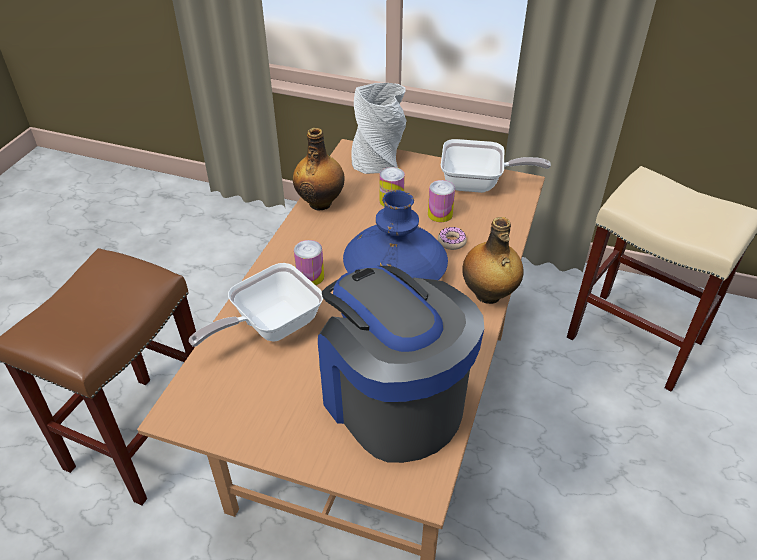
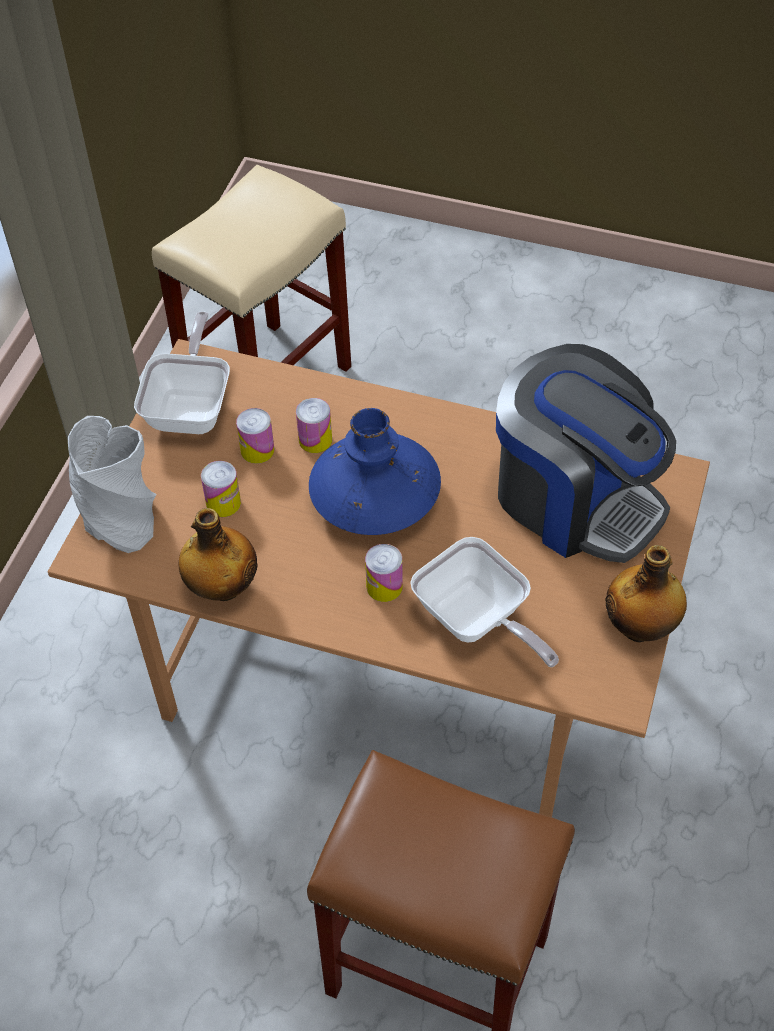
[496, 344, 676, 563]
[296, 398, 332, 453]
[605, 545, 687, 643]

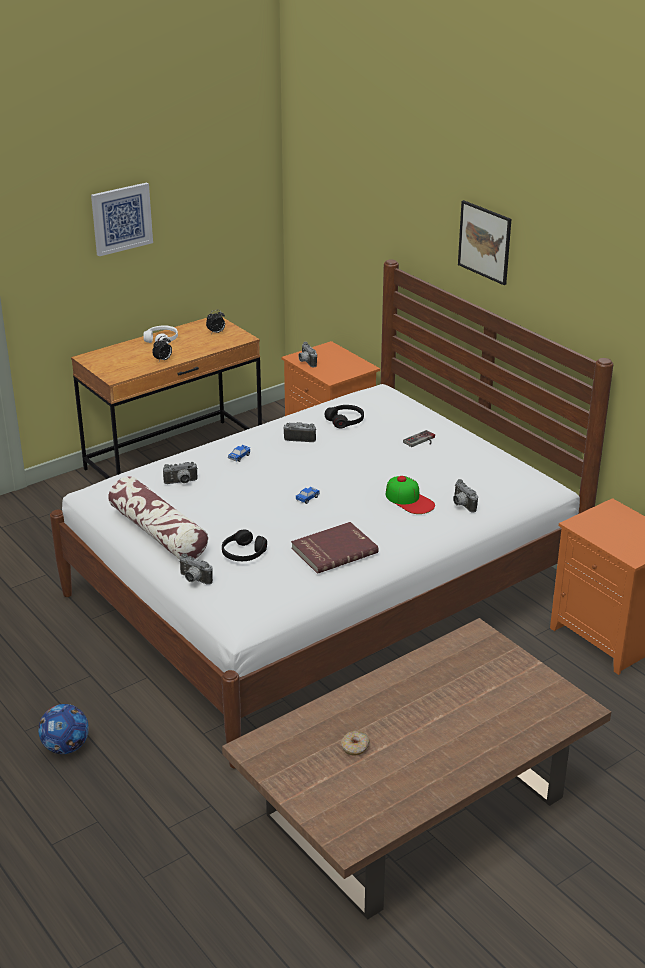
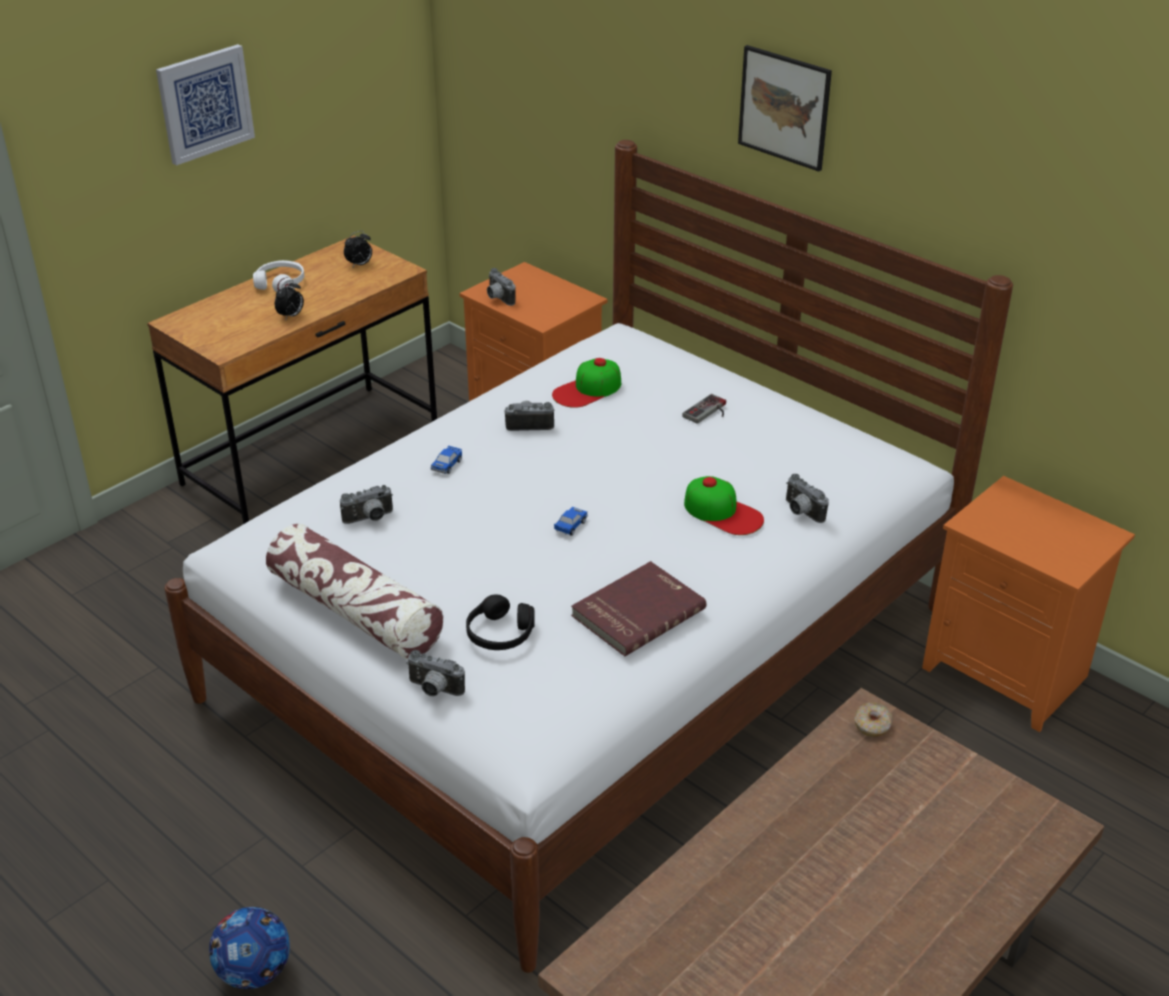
[552, 358, 621, 408]
[854, 703, 893, 737]

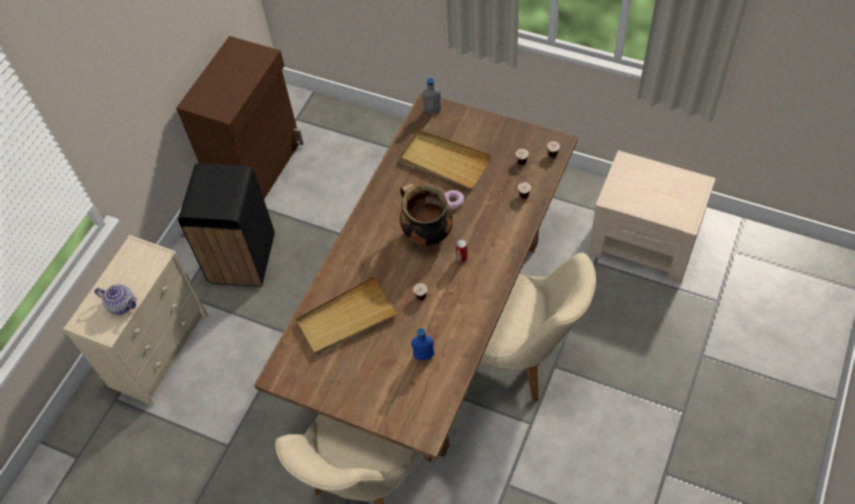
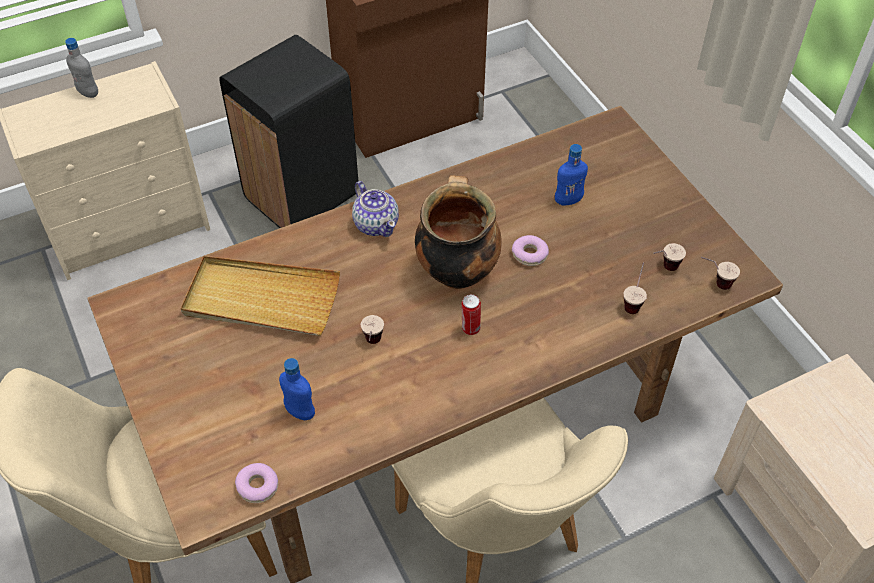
[352, 181, 399, 237]
[555, 144, 588, 205]
[65, 38, 98, 98]
[235, 463, 278, 503]

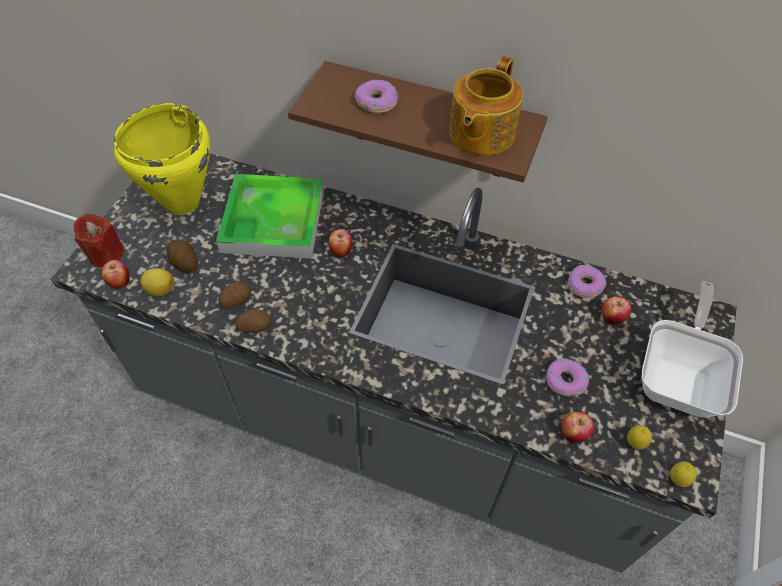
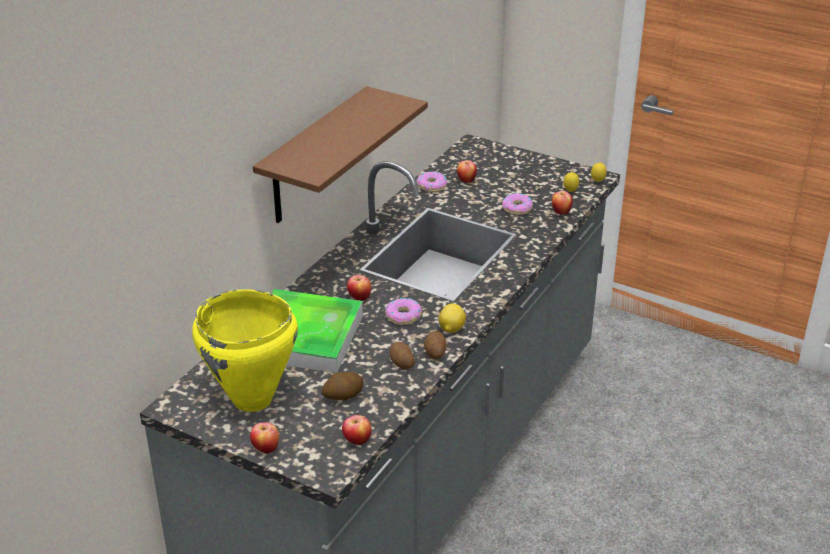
[74, 214, 125, 267] (first image)
[439, 303, 466, 333]
[385, 298, 422, 325]
[449, 56, 523, 155] (first image)
[642, 281, 743, 418] (first image)
[250, 422, 279, 454]

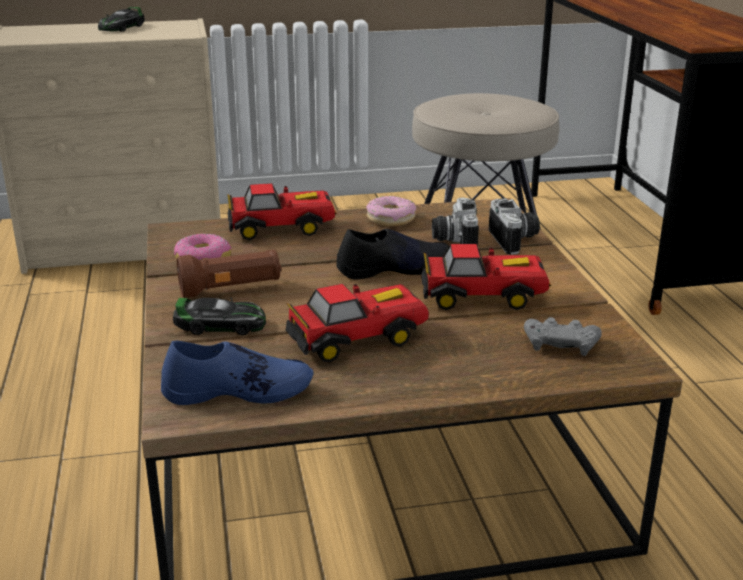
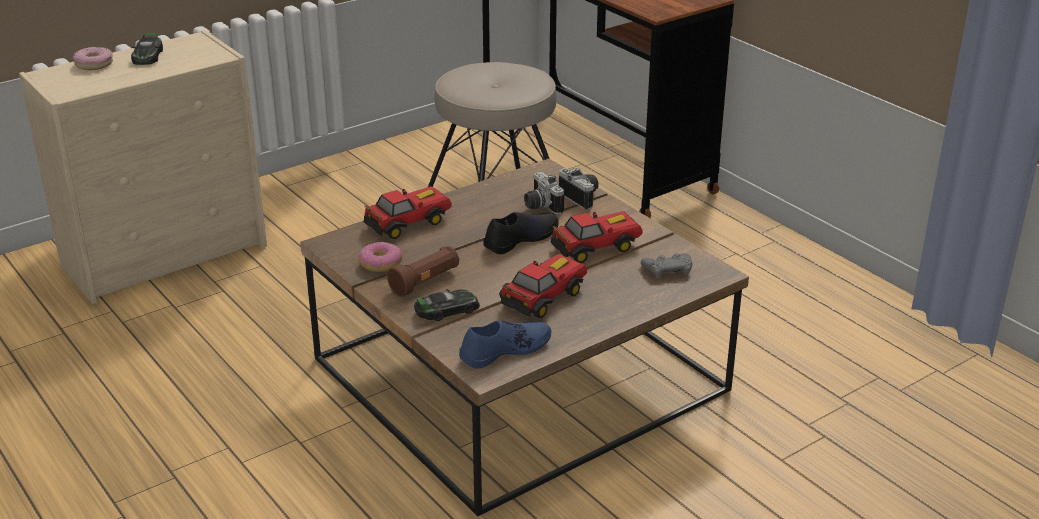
[73, 47, 113, 70]

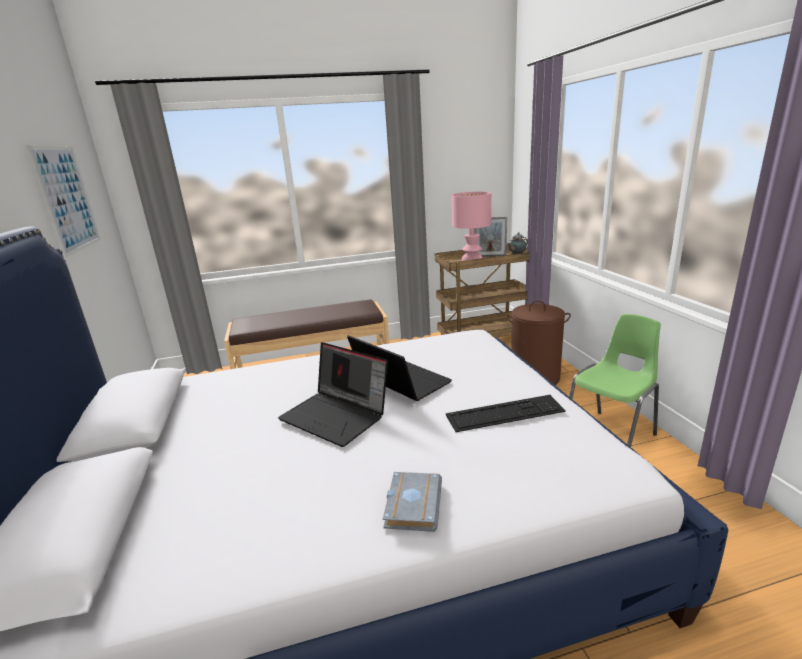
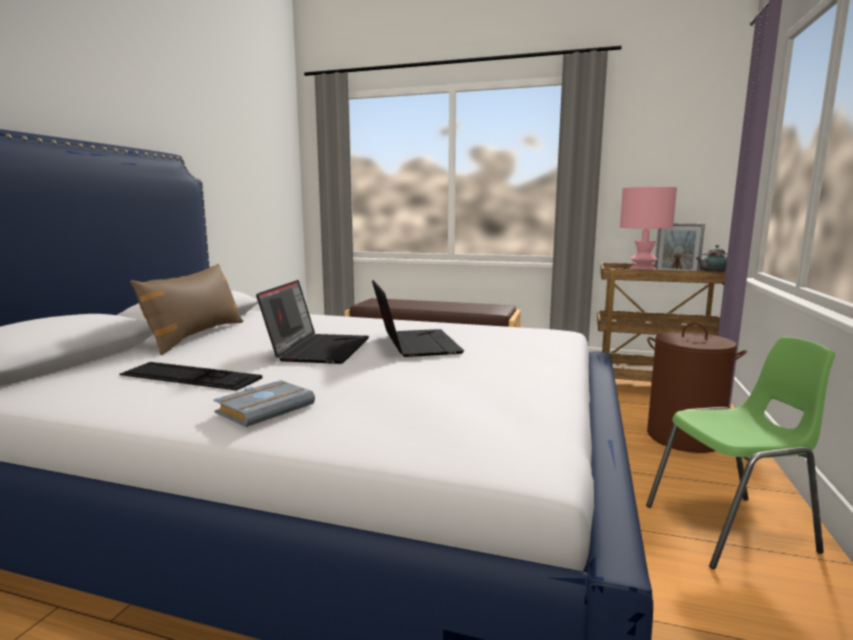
[26, 145, 101, 258] (first image)
[256, 280, 369, 364]
[119, 362, 262, 391]
[130, 264, 243, 355]

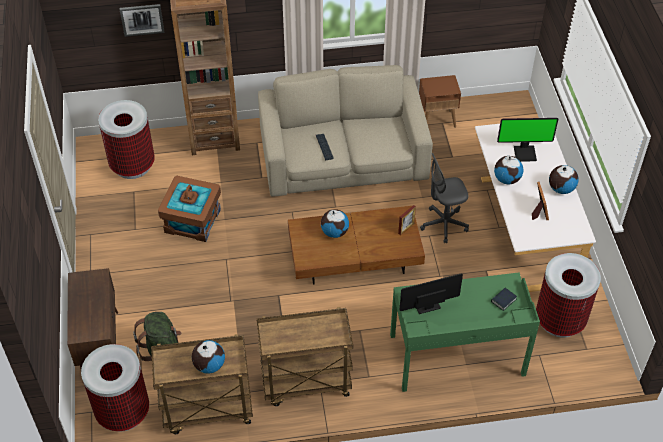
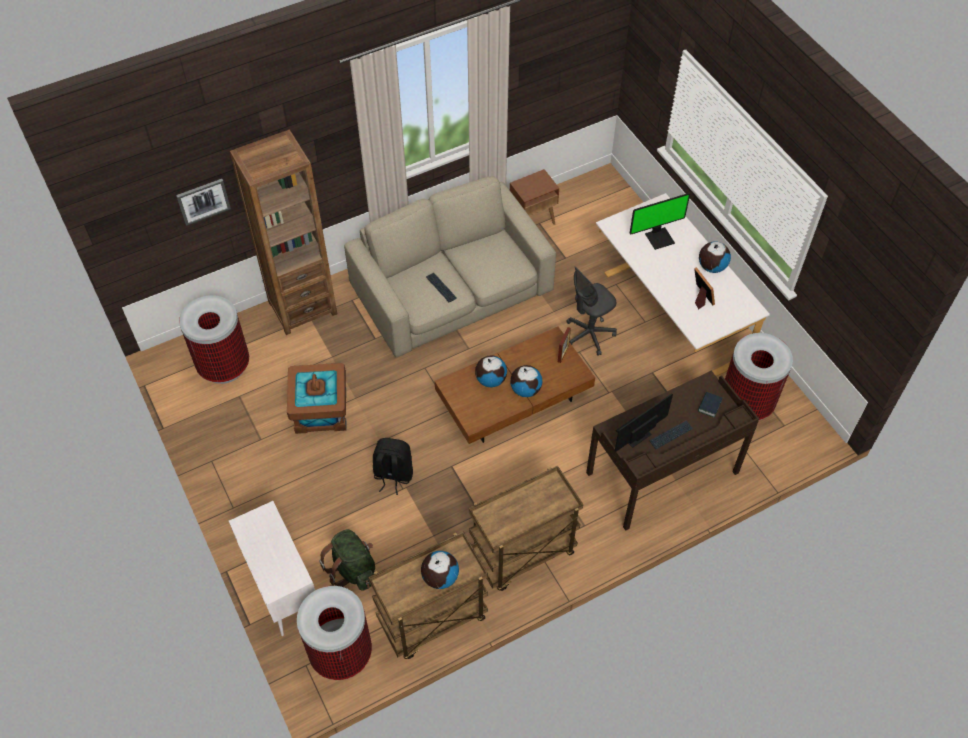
[229, 501, 315, 636]
[586, 371, 759, 531]
[510, 365, 542, 397]
[373, 438, 413, 495]
[649, 420, 693, 449]

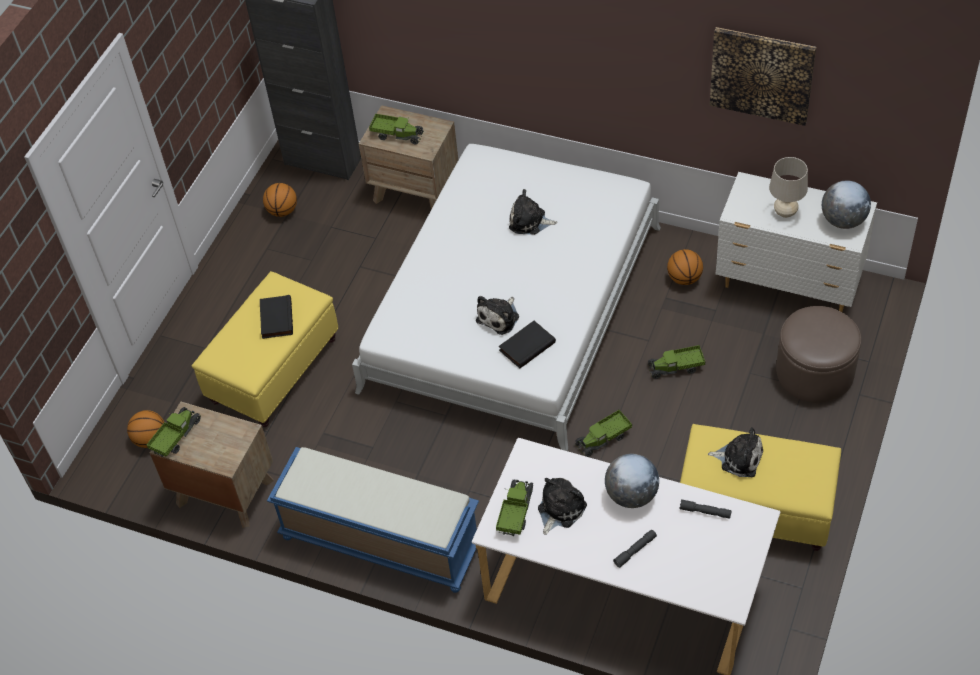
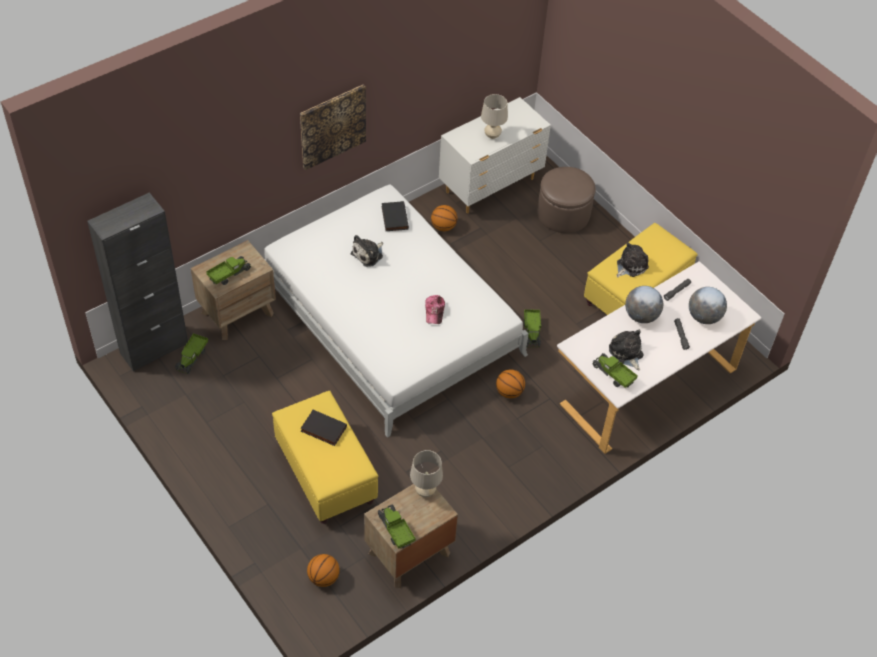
[496, 369, 525, 399]
[267, 447, 479, 593] (first image)
[425, 295, 445, 324]
[381, 201, 409, 231]
[175, 333, 208, 374]
[300, 85, 366, 170]
[689, 287, 727, 324]
[410, 450, 443, 497]

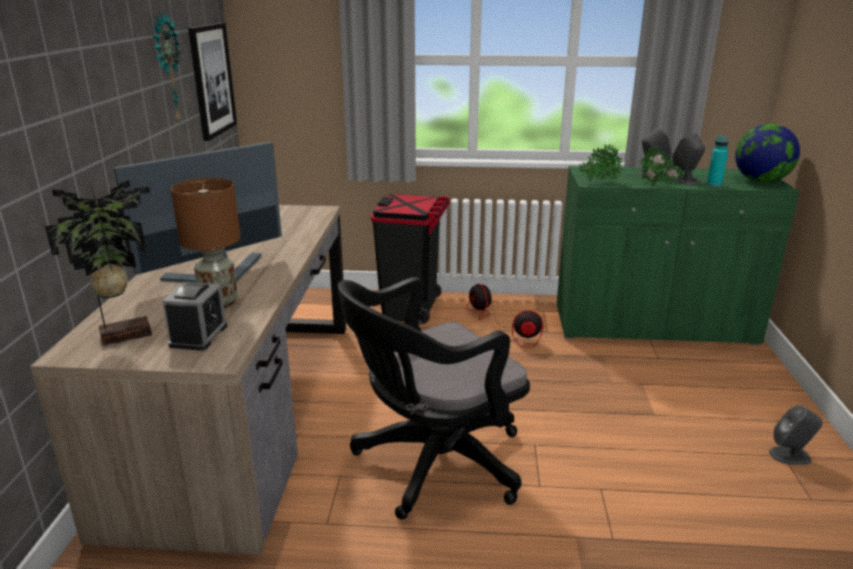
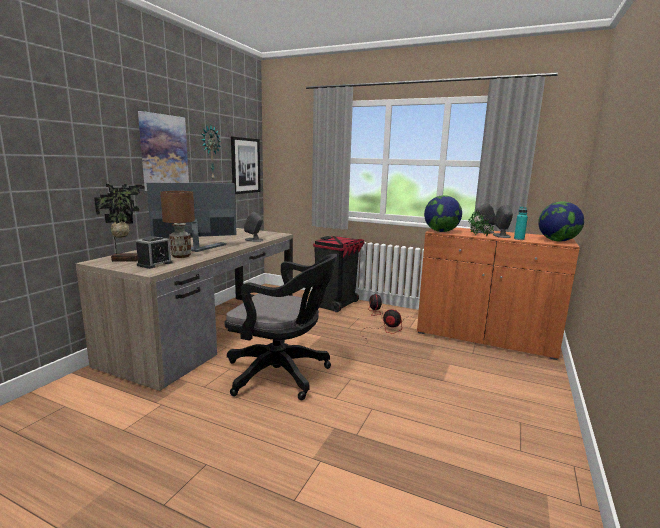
[225, 254, 337, 400]
[417, 227, 580, 360]
[424, 195, 462, 232]
[244, 212, 263, 242]
[138, 111, 189, 191]

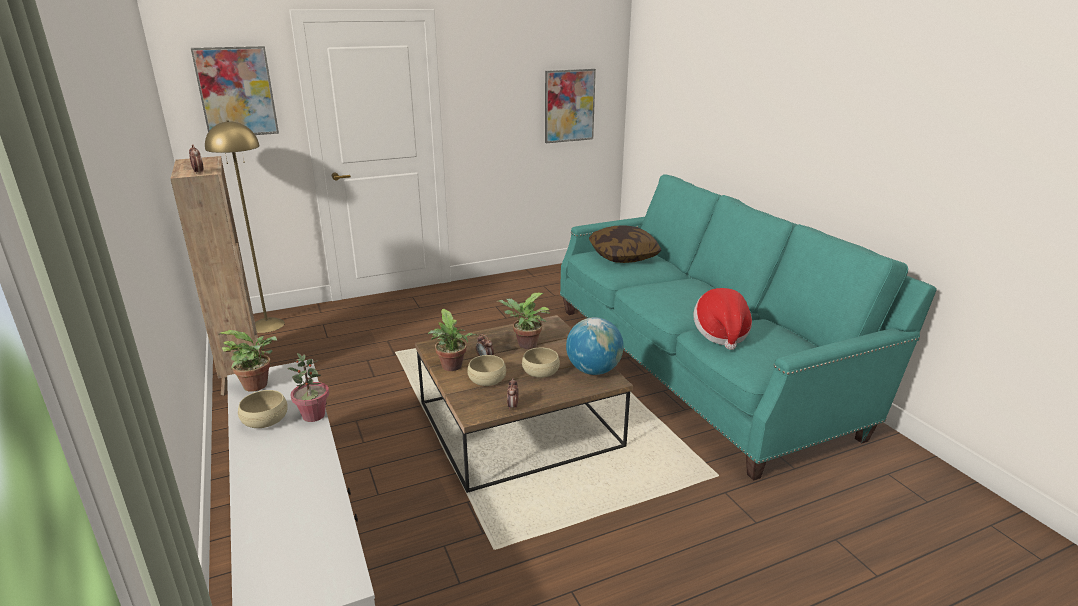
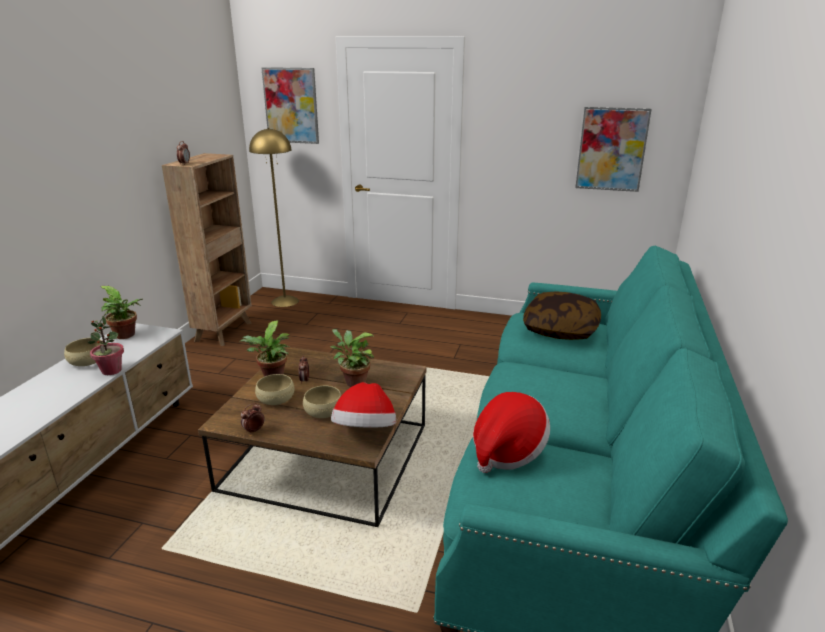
[331, 382, 396, 428]

